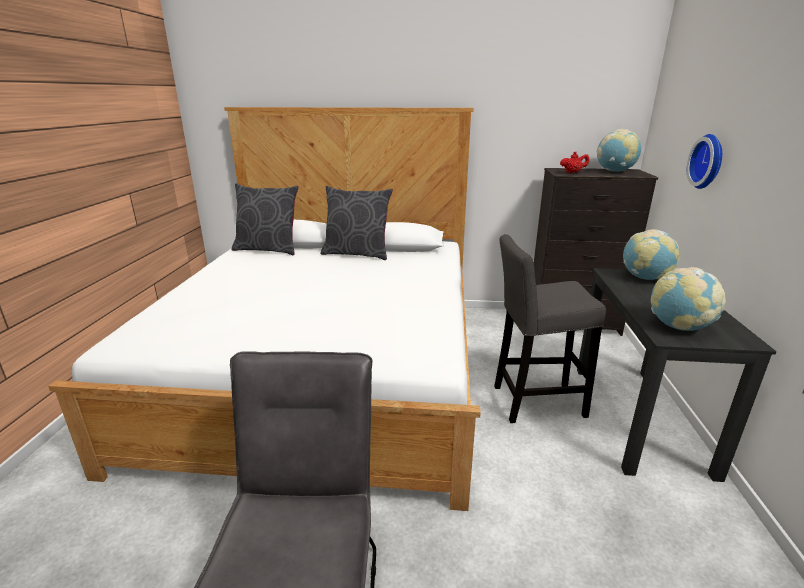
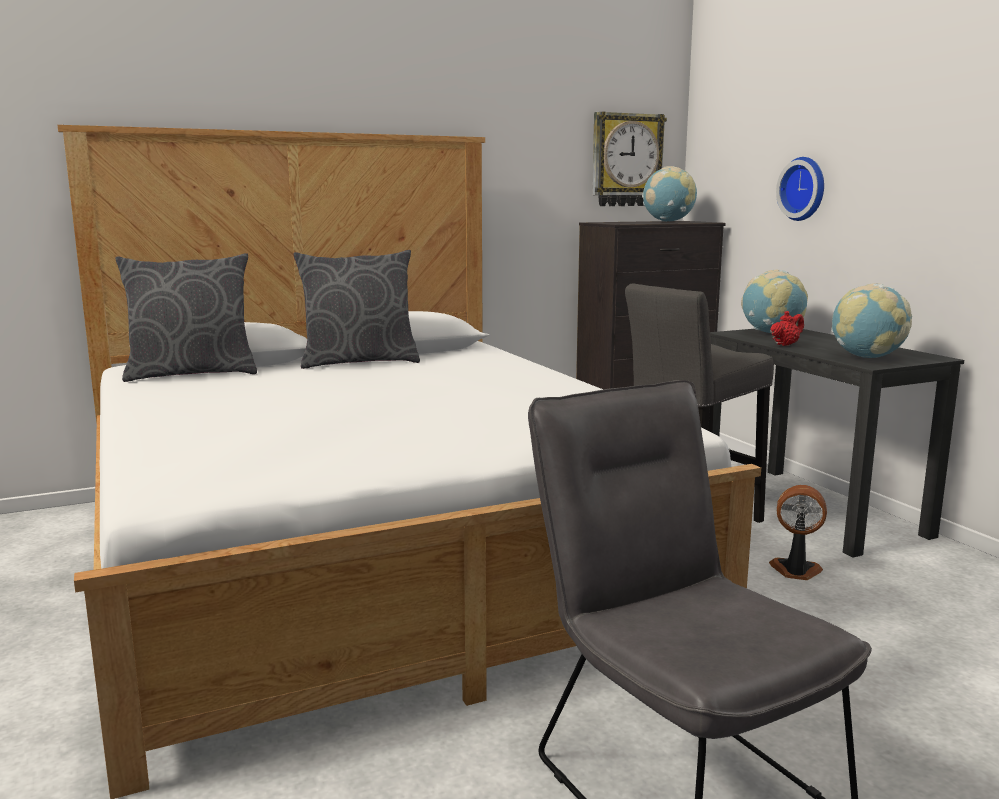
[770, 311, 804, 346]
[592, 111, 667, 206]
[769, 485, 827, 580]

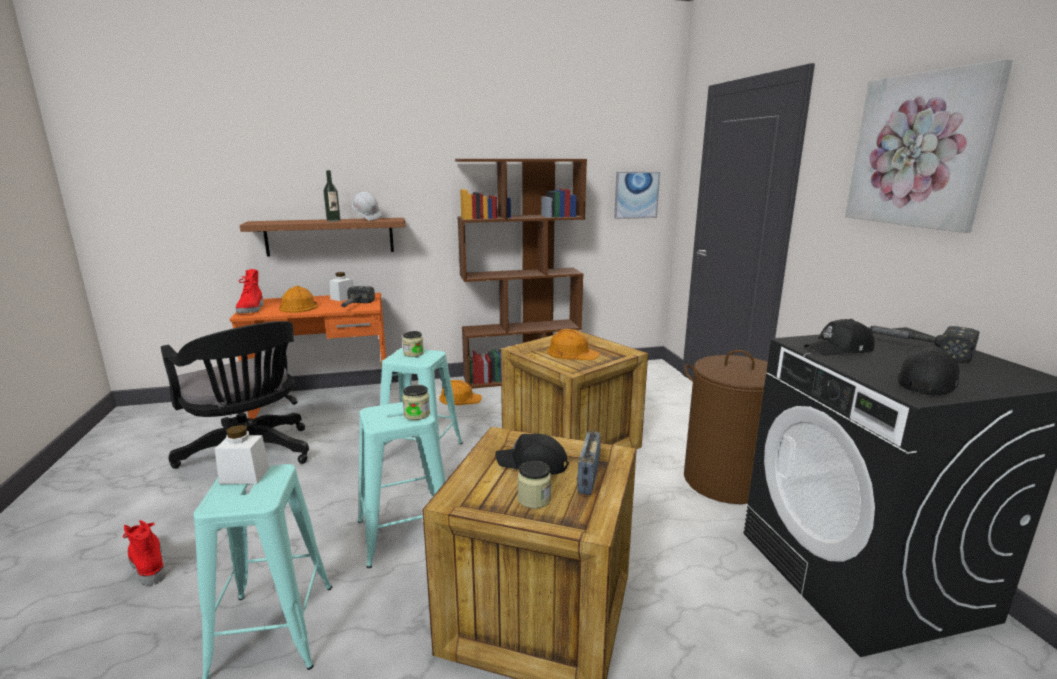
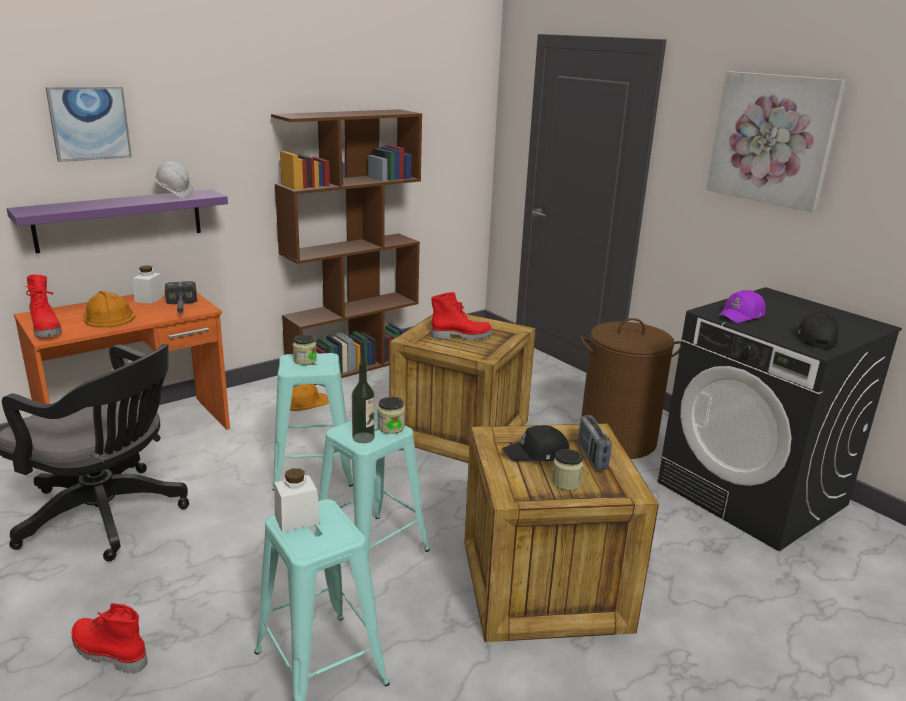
[7, 189, 228, 253]
[352, 363, 375, 443]
[431, 292, 493, 340]
[45, 86, 132, 162]
[718, 290, 765, 323]
[868, 326, 979, 363] (first image)

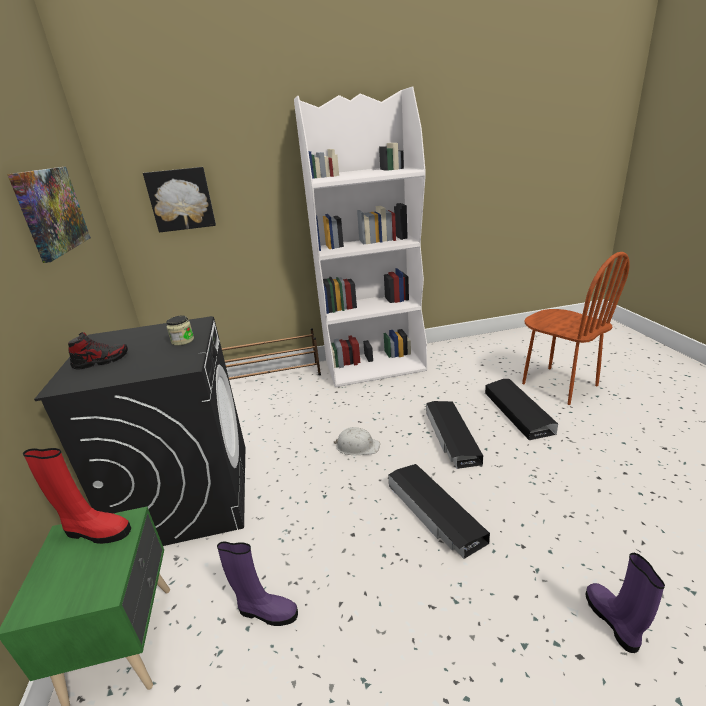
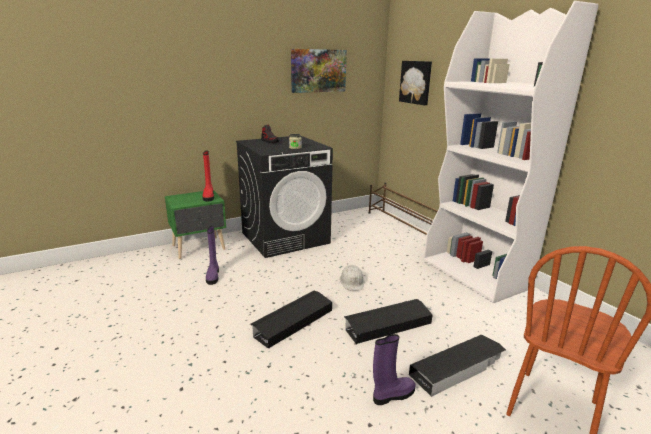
[373, 334, 415, 405]

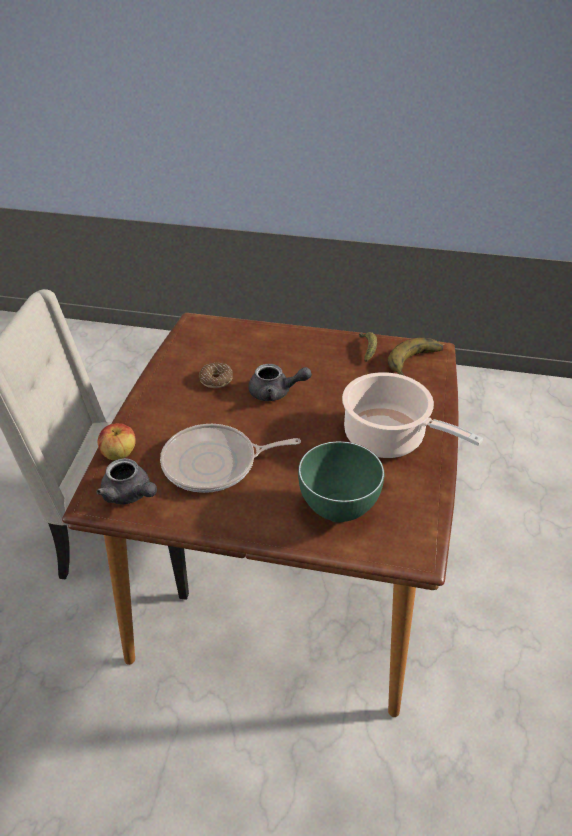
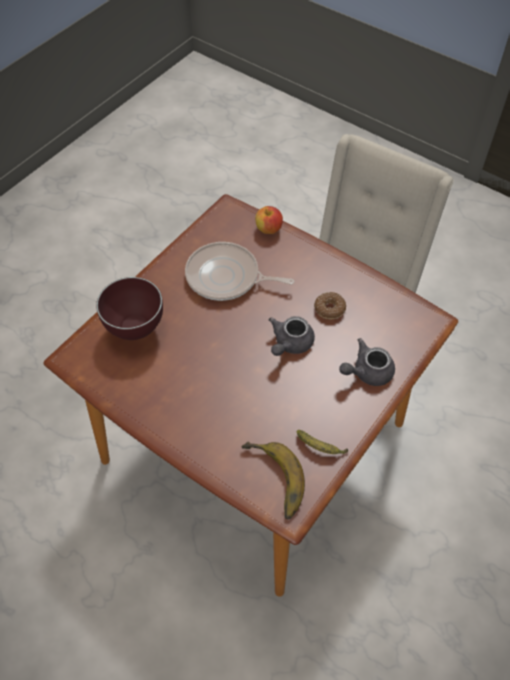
[339, 338, 395, 386]
[185, 242, 295, 301]
[96, 277, 163, 340]
[342, 372, 483, 458] (first image)

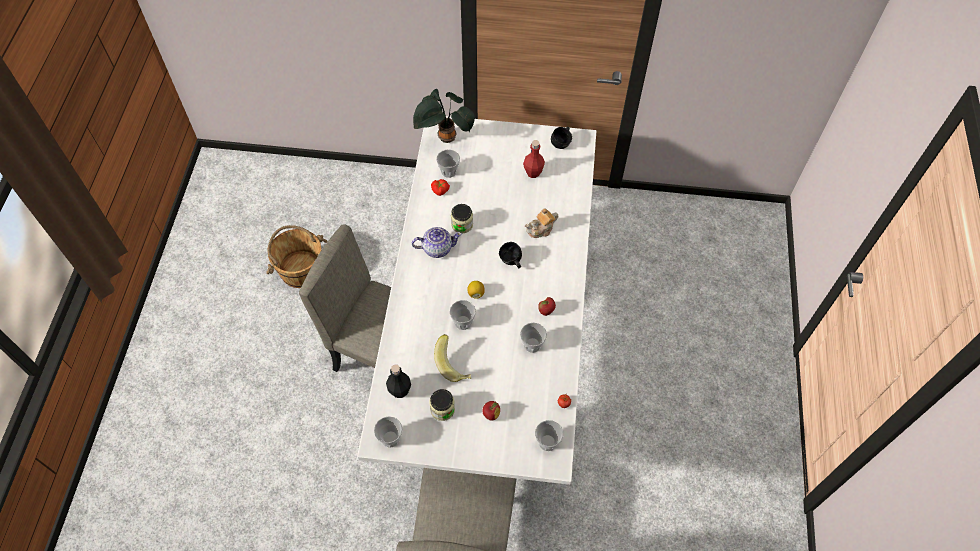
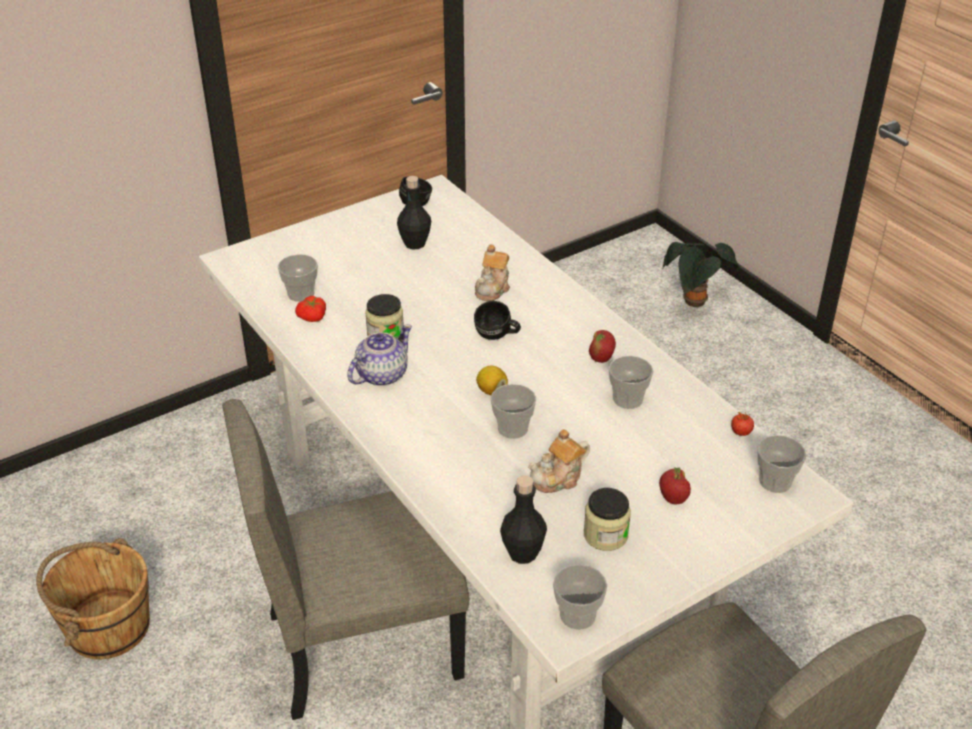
[663, 242, 739, 307]
[528, 429, 590, 493]
[397, 176, 431, 250]

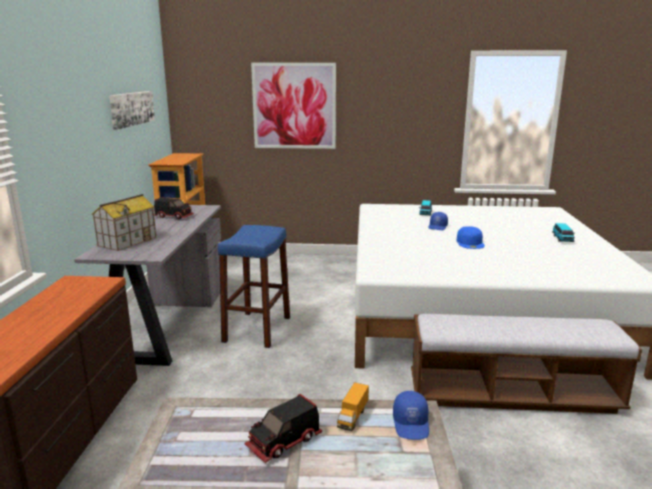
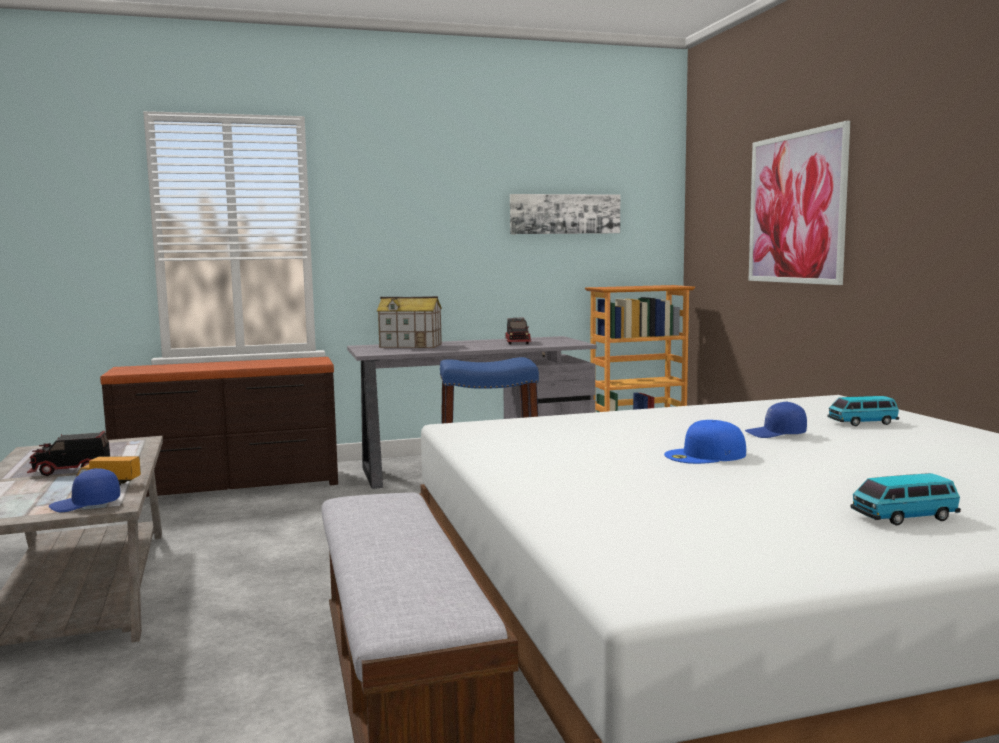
[27, 431, 110, 476]

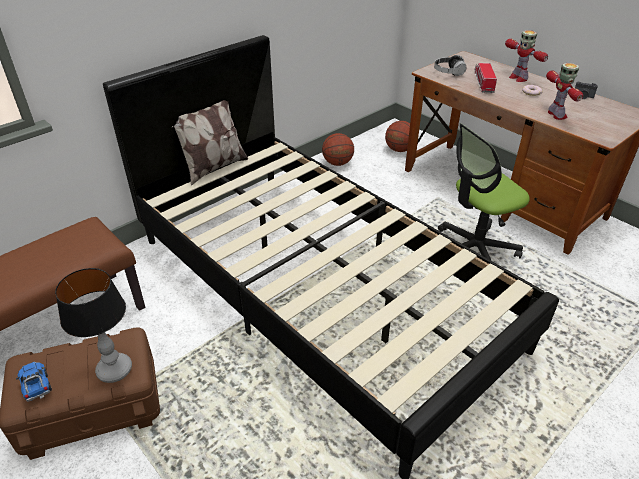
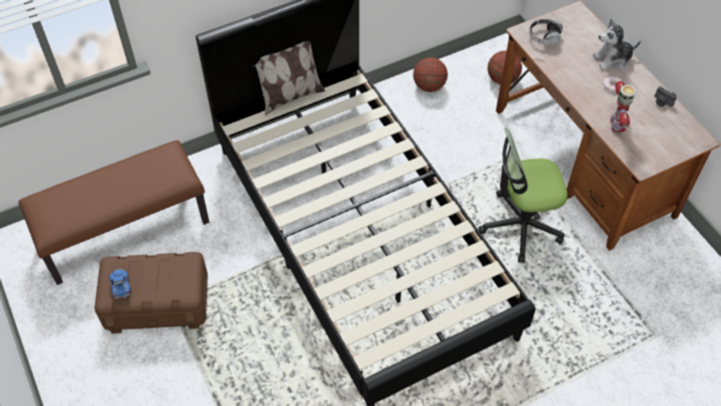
[55, 268, 132, 383] (first image)
[475, 63, 497, 94] (first image)
[593, 19, 641, 70]

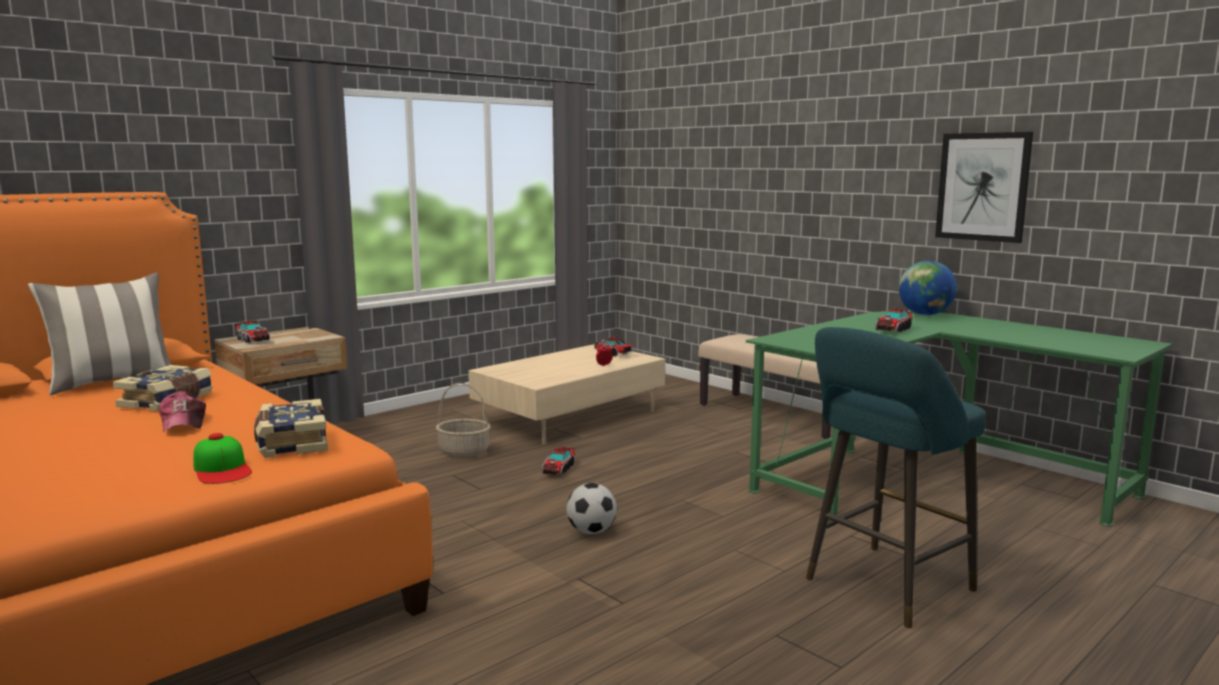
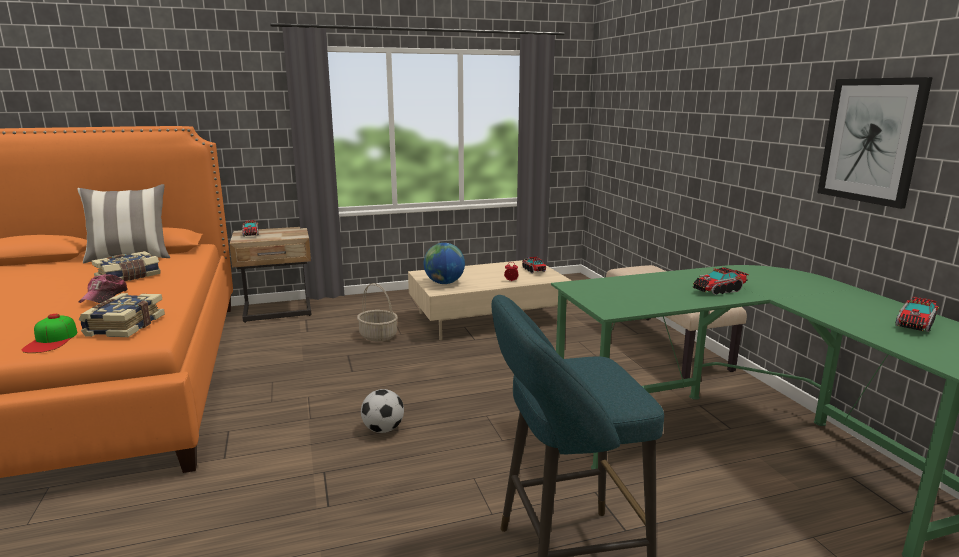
[895, 296, 939, 332]
[424, 243, 465, 284]

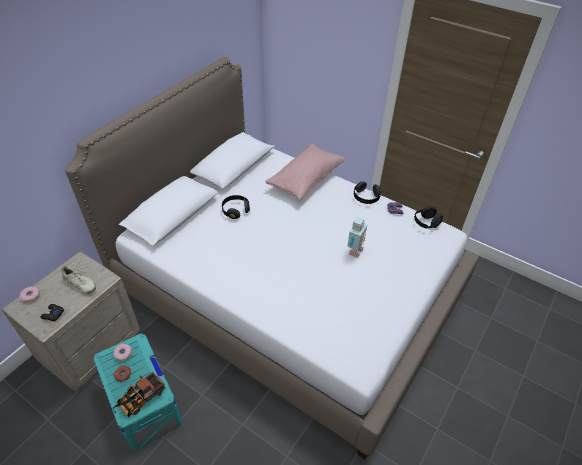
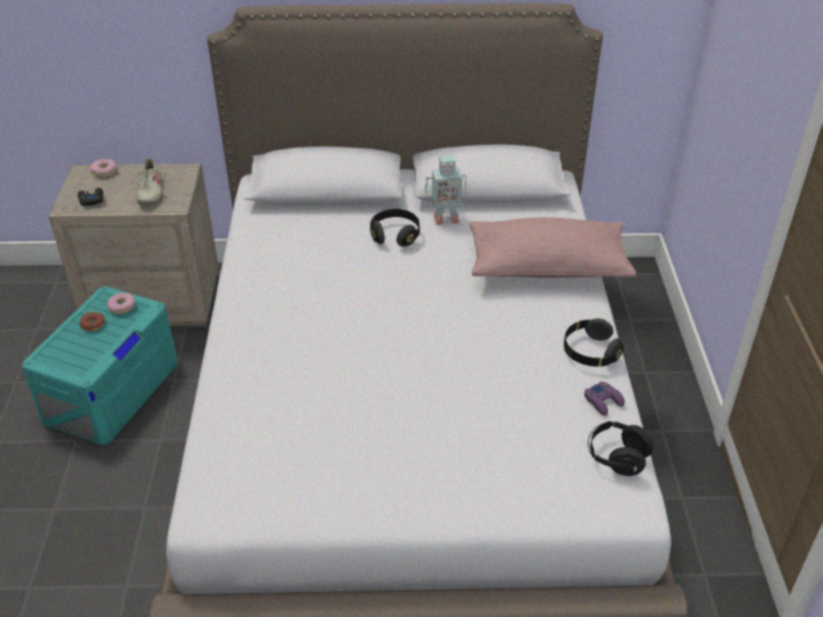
[113, 372, 165, 417] (first image)
[425, 155, 466, 225]

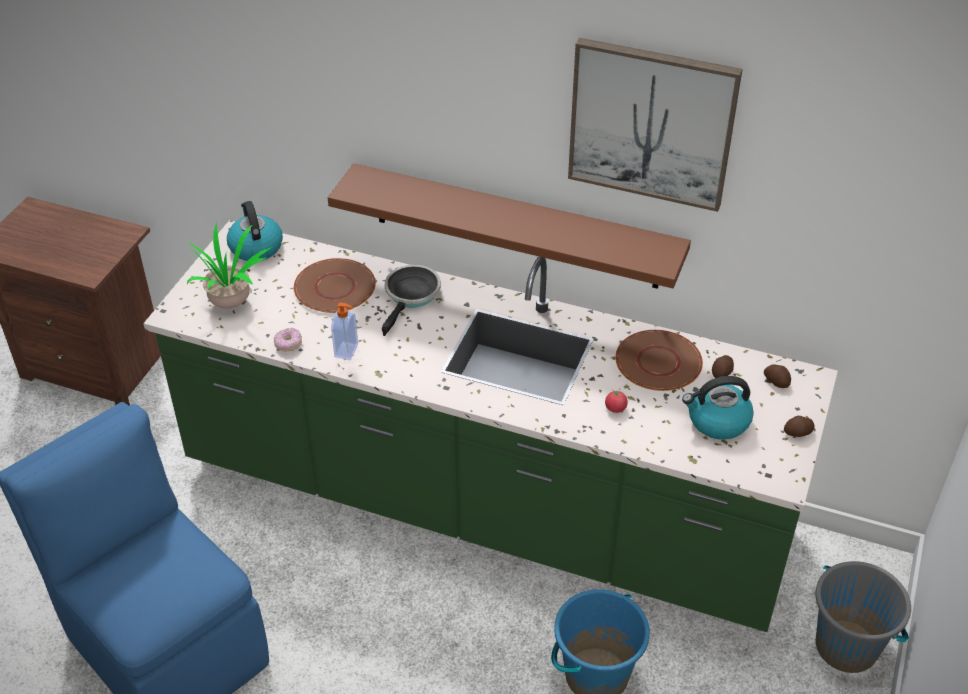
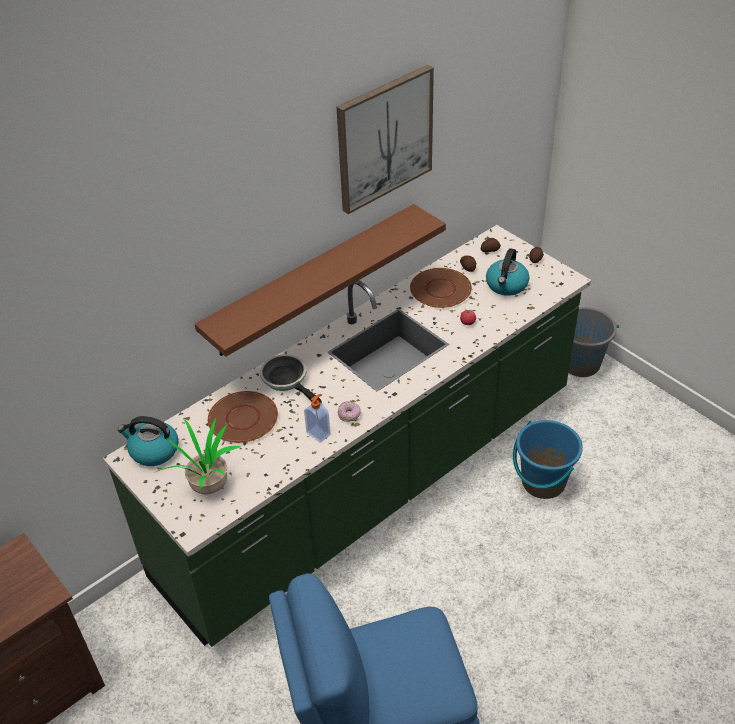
[338, 401, 361, 422]

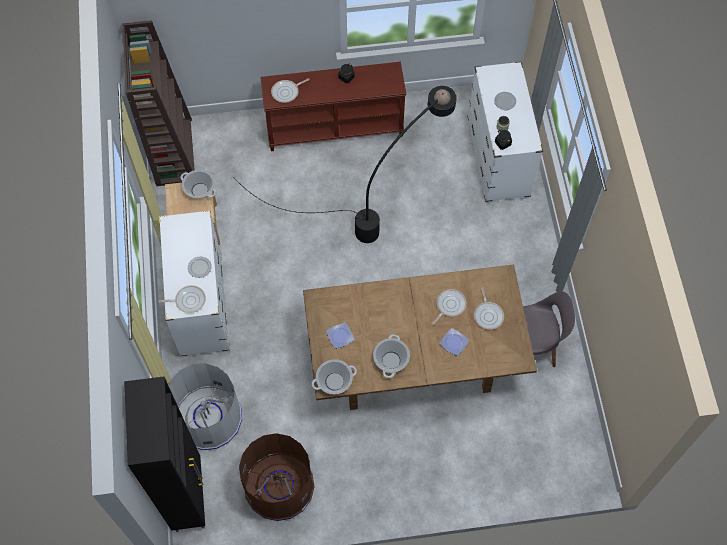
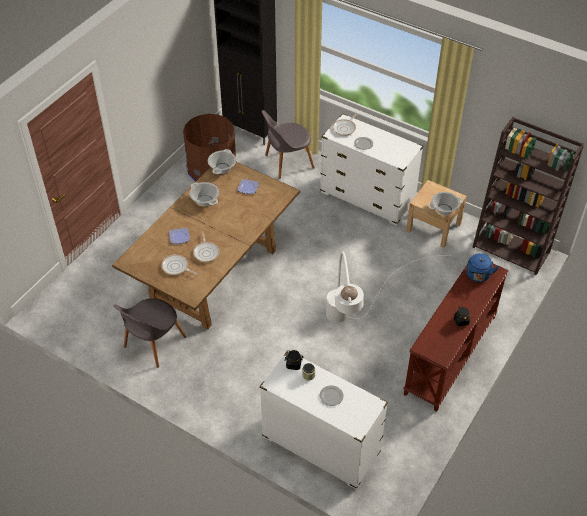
[262, 110, 315, 179]
[326, 251, 451, 323]
[466, 253, 499, 282]

